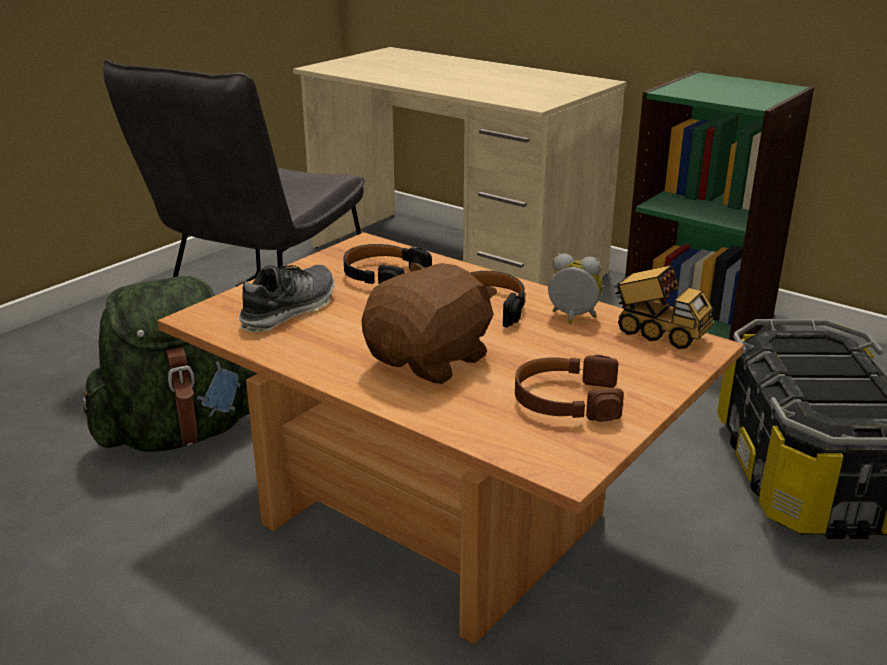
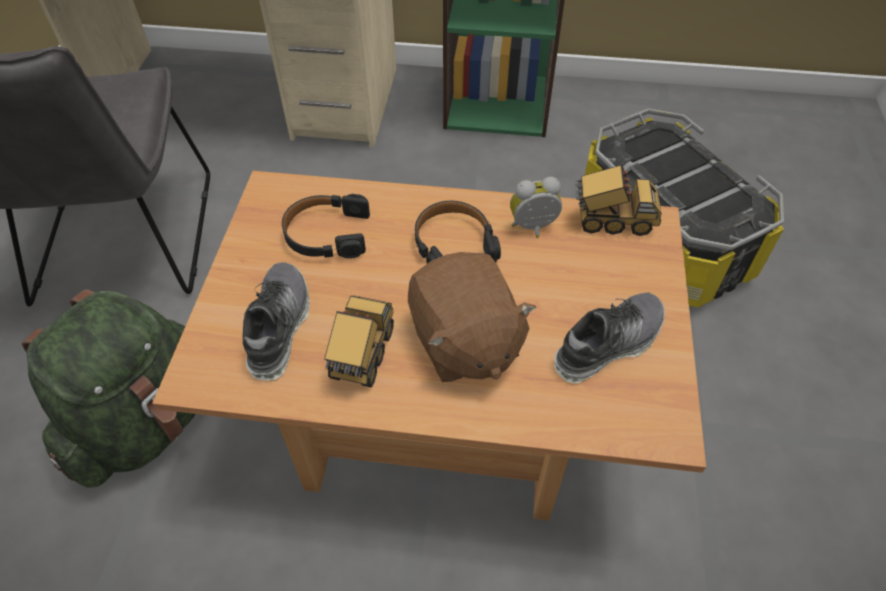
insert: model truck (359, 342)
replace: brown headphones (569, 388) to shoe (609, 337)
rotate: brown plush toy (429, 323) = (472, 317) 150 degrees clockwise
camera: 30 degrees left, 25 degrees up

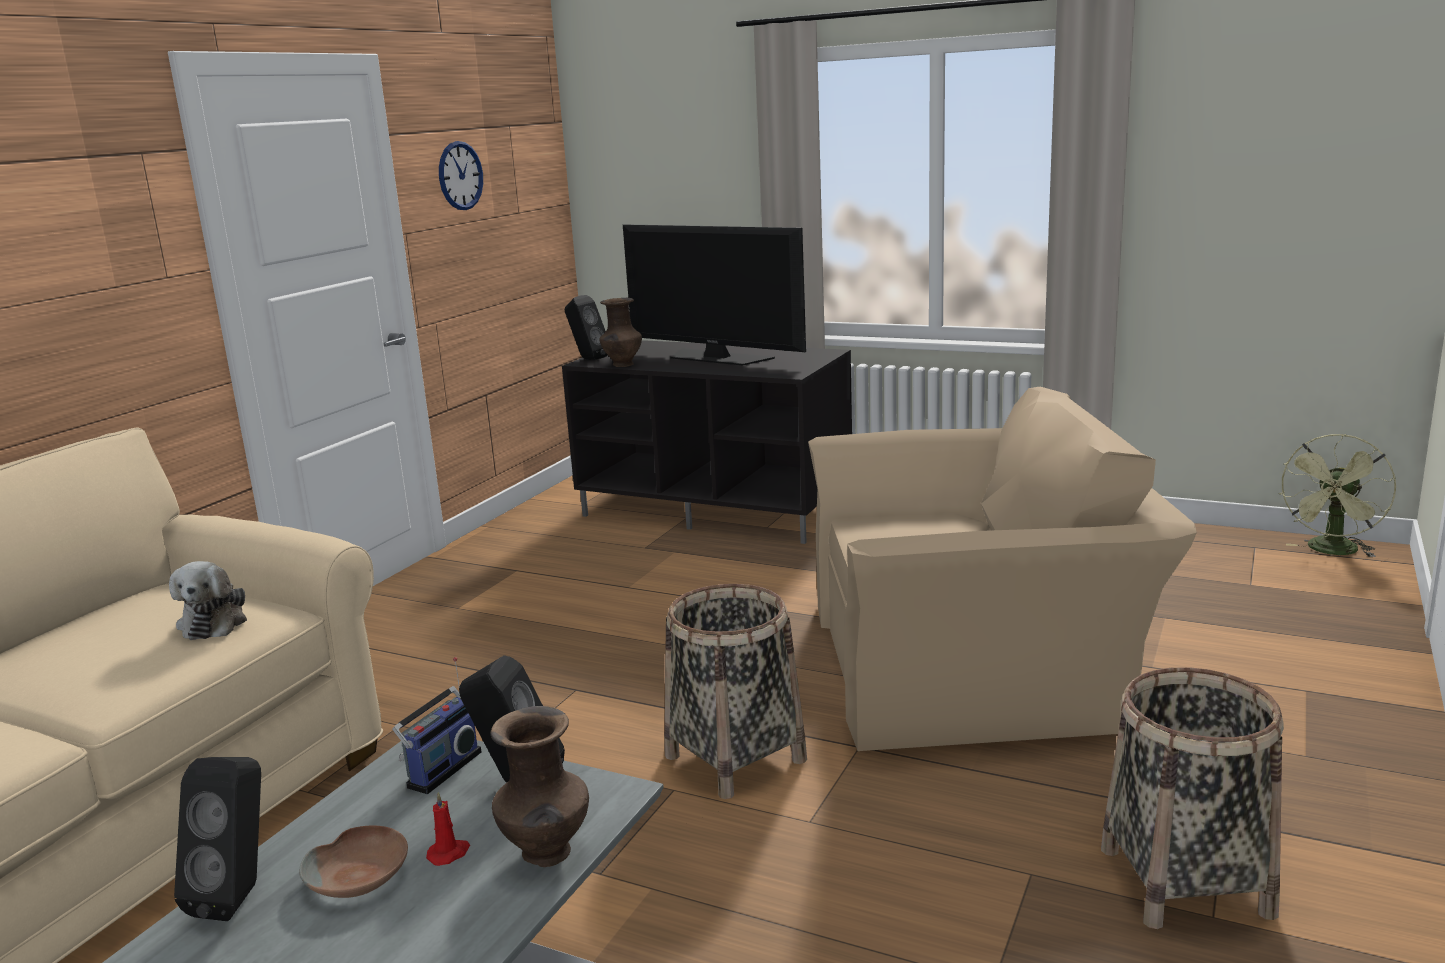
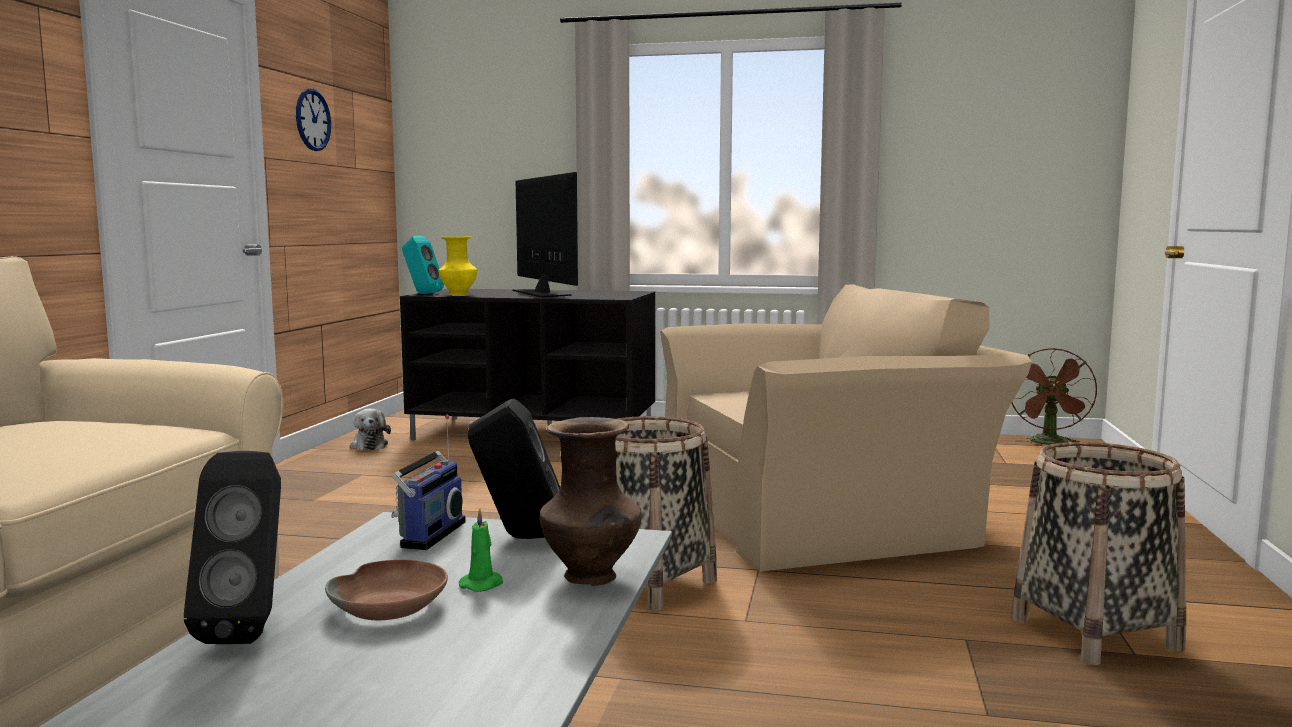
move: plush toy (208, 600) to (370, 430)
recolor: red wax candle (448, 829) to greenish wax candle (481, 550); blackish loudspeaker (586, 327) to turquoise-coloured loudspeaker (423, 265); brown flower vase (620, 332) to yellow-coloured flower vase (457, 266); greenish electric fan (1337, 495) to brown electric fan (1054, 396)
rotate: television (714, 295) = (545, 235) 135 degrees counterclockwise
camera: 15 degrees left, 10 degrees down

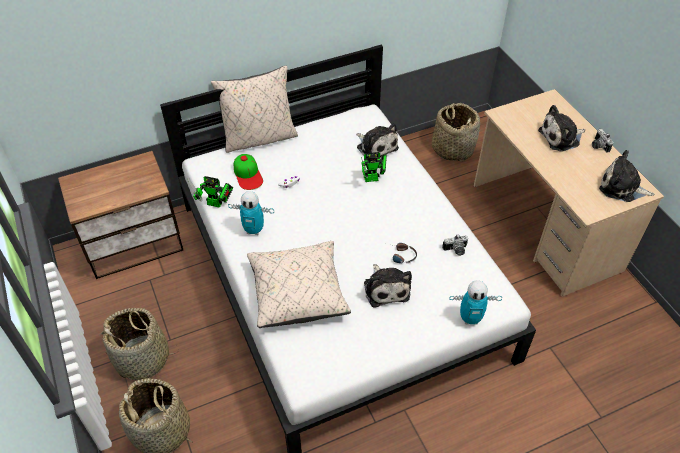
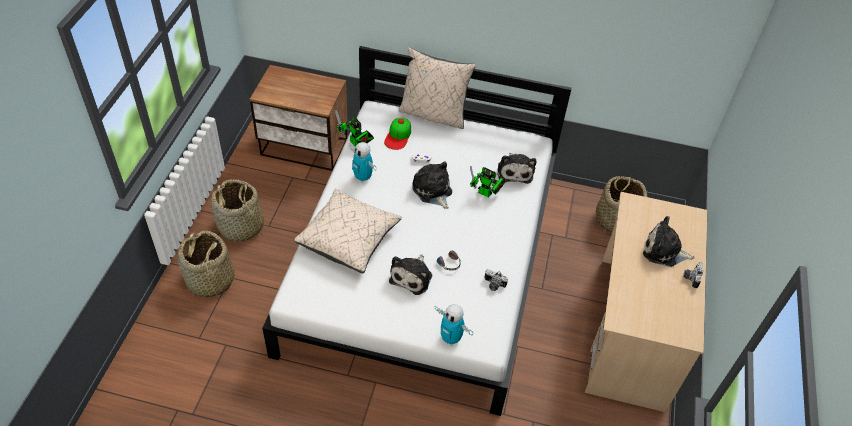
move: plush toy (626, 176) to (432, 185)
camera: 35 degrees right, 0 degrees up

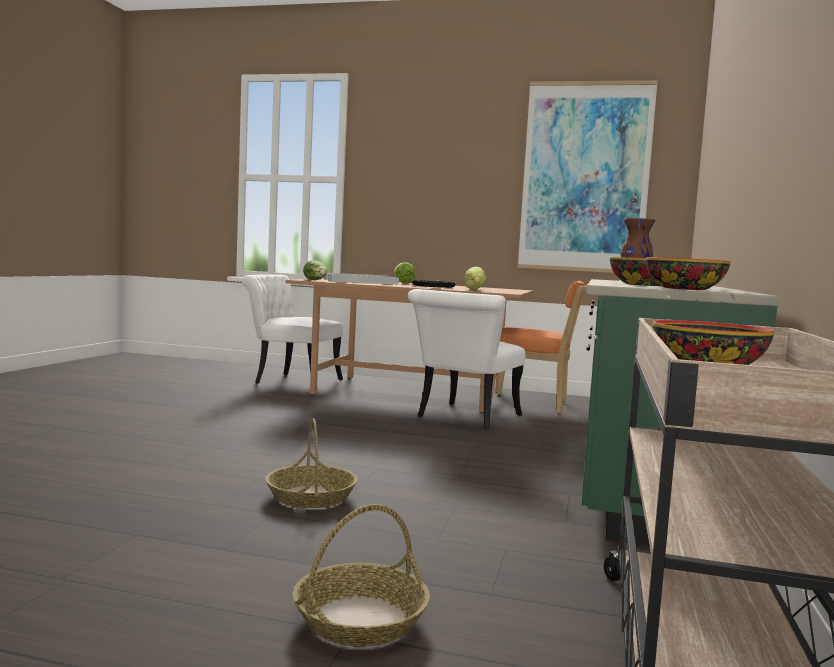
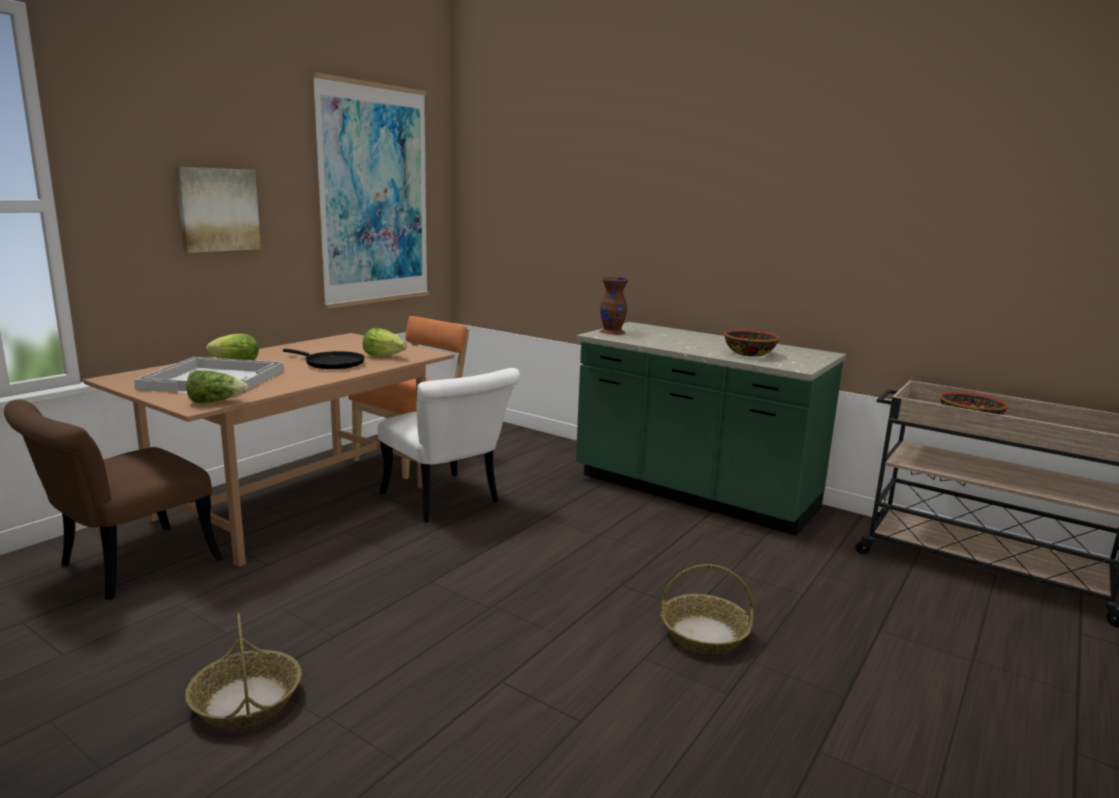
delete: bowl (688, 273)
insert: wall art (218, 210)
move: household basket (361, 575) to (243, 670)
recolor: whitish upright chair (292, 329) to brown upright chair (113, 500)
camera: 70 degrees left, 10 degrees up

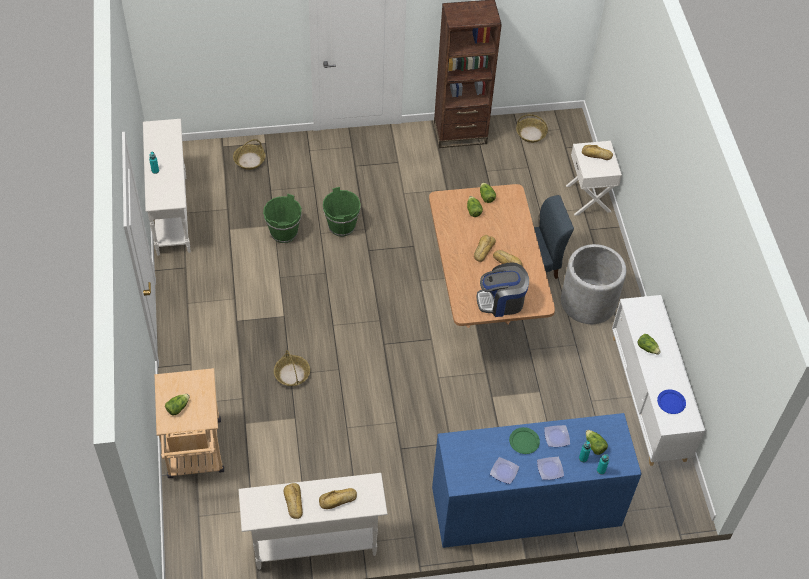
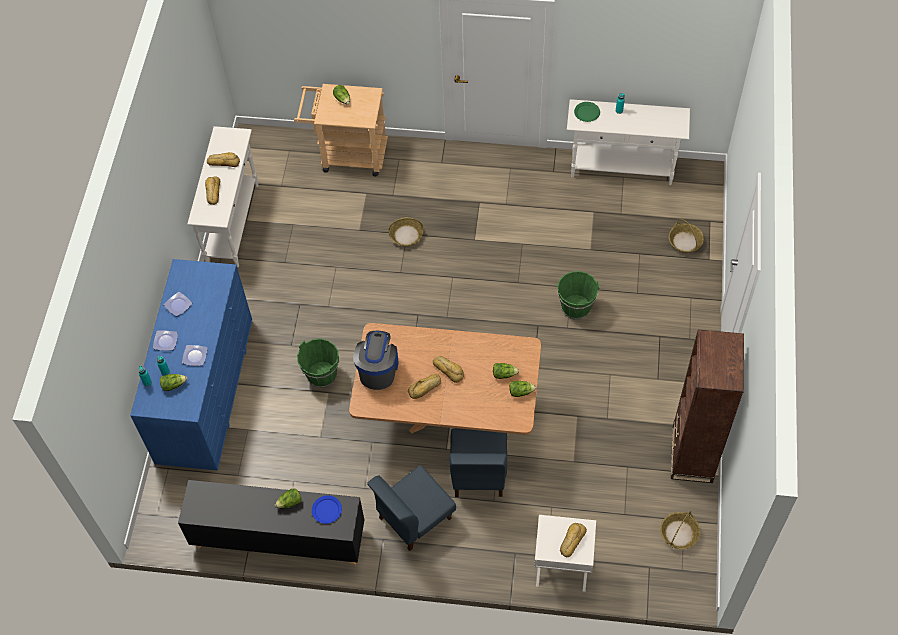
move: greenish water bucket (282, 218) to (318, 363); greenish dinner plate (524, 440) to (587, 112); bluish dinner plate (671, 401) to (327, 510)
replace: grey flower pot (593, 284) to bluish upright chair (411, 508)
recolor: whitish cupboard (658, 380) to blackish cupboard (271, 522)
camera: 110 degrees right, 5 degrees up

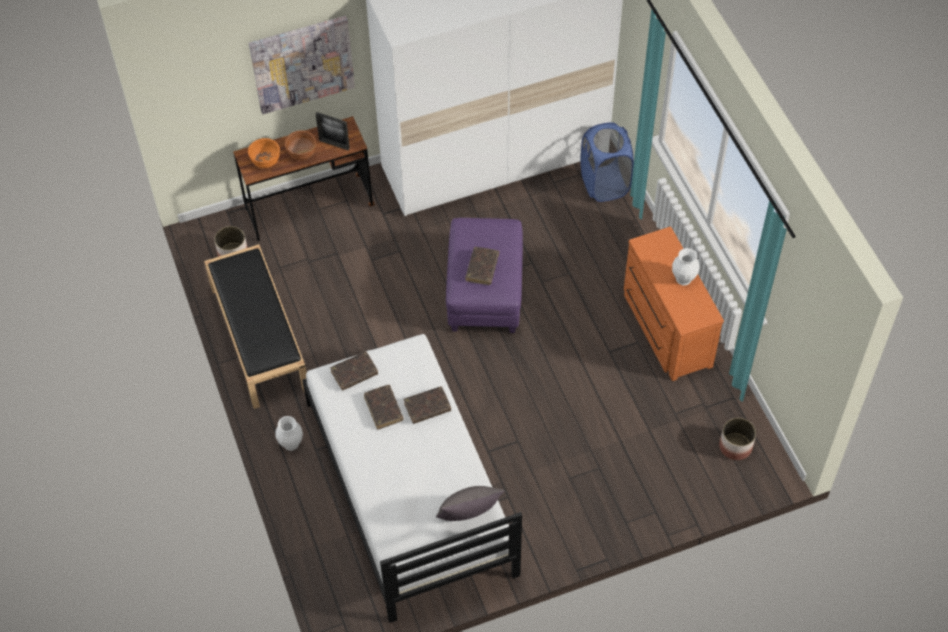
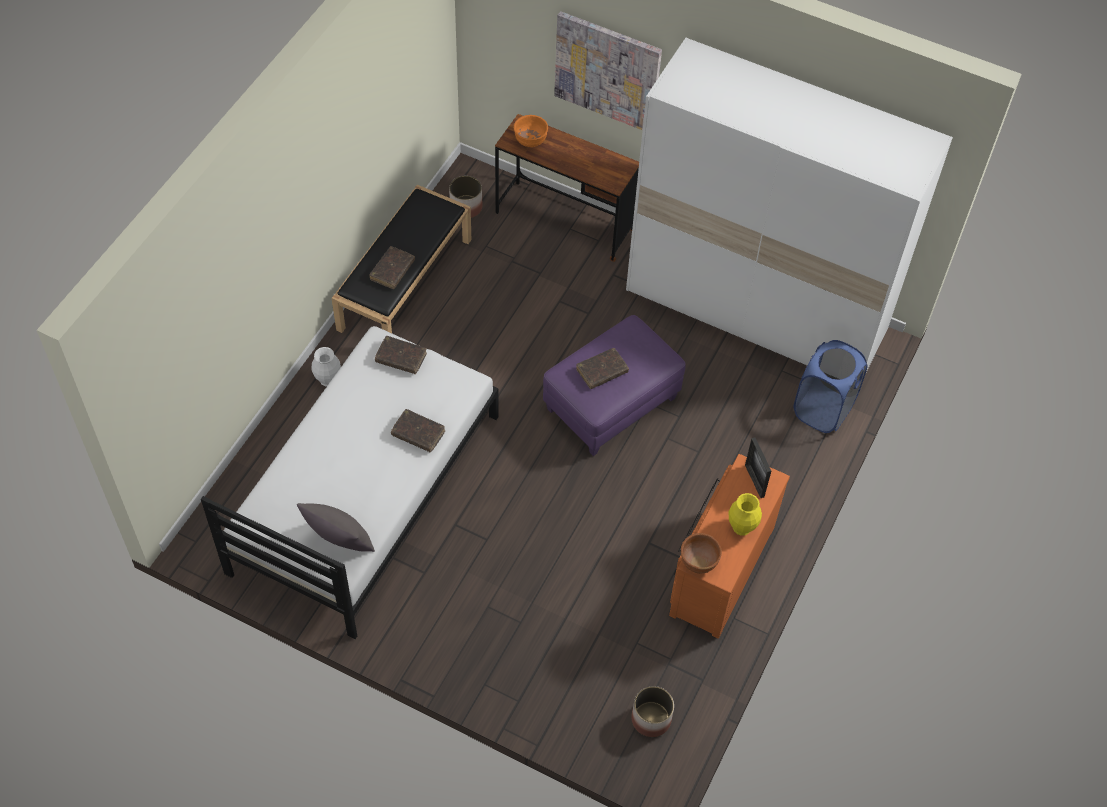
move: brown bowl (300, 145) to (701, 553); picture frame (333, 131) to (758, 468); brown volume (384, 407) to (392, 267)
recolor: whitish flower vase (686, 266) to yellow-coloured flower vase (745, 514)
camera: 45 degrees right, 0 degrees up

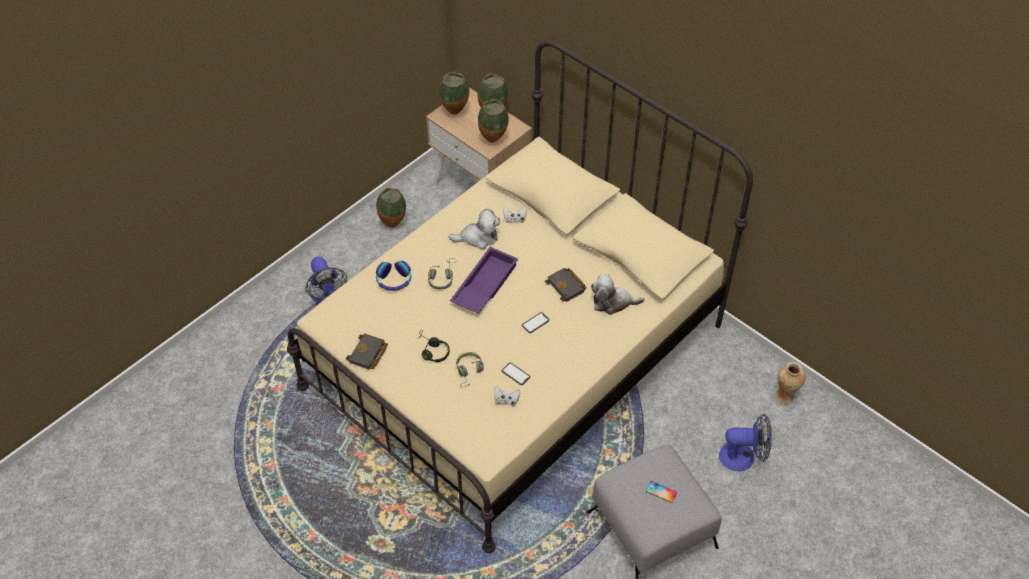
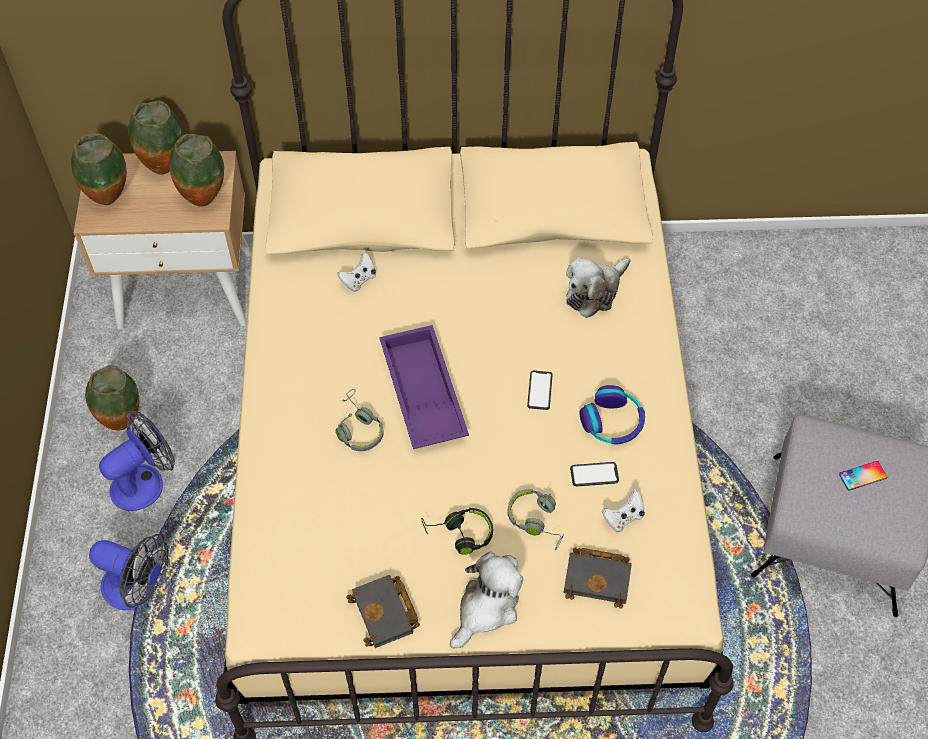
delete: flower vase (790, 383)
move: headphones (393, 276) to (612, 414); plush toy (474, 229) to (486, 600); blackish volume (566, 285) to (597, 578); electric fan (745, 442) to (137, 461)
camera: 45 degrees left, 5 degrees up

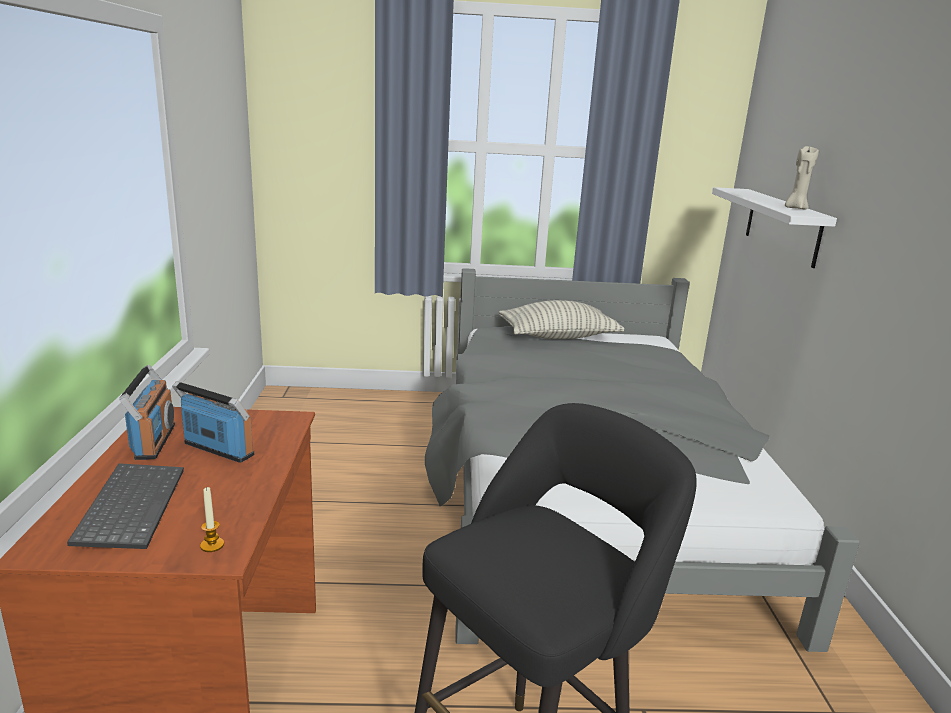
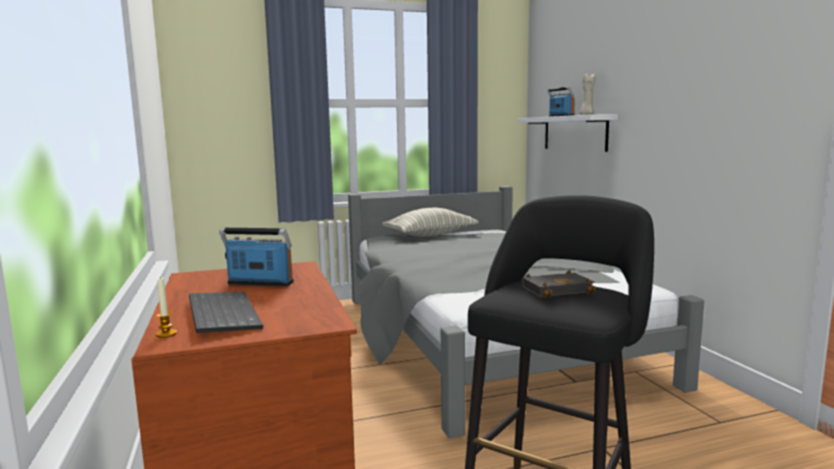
insert: blackish volume (558, 284)
move: radio (147, 412) to (561, 102); wax candle (212, 519) to (166, 307)
camera: 15 degrees left, 10 degrees down

